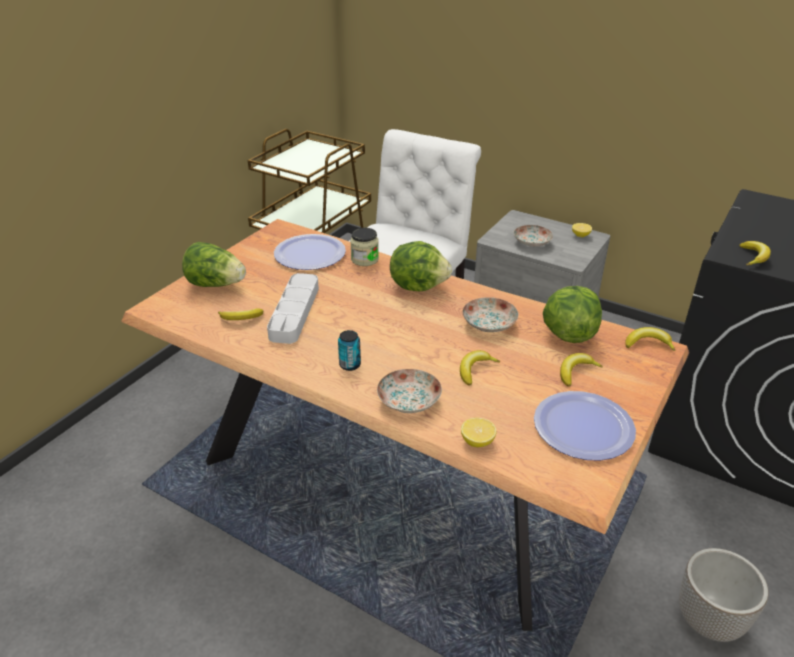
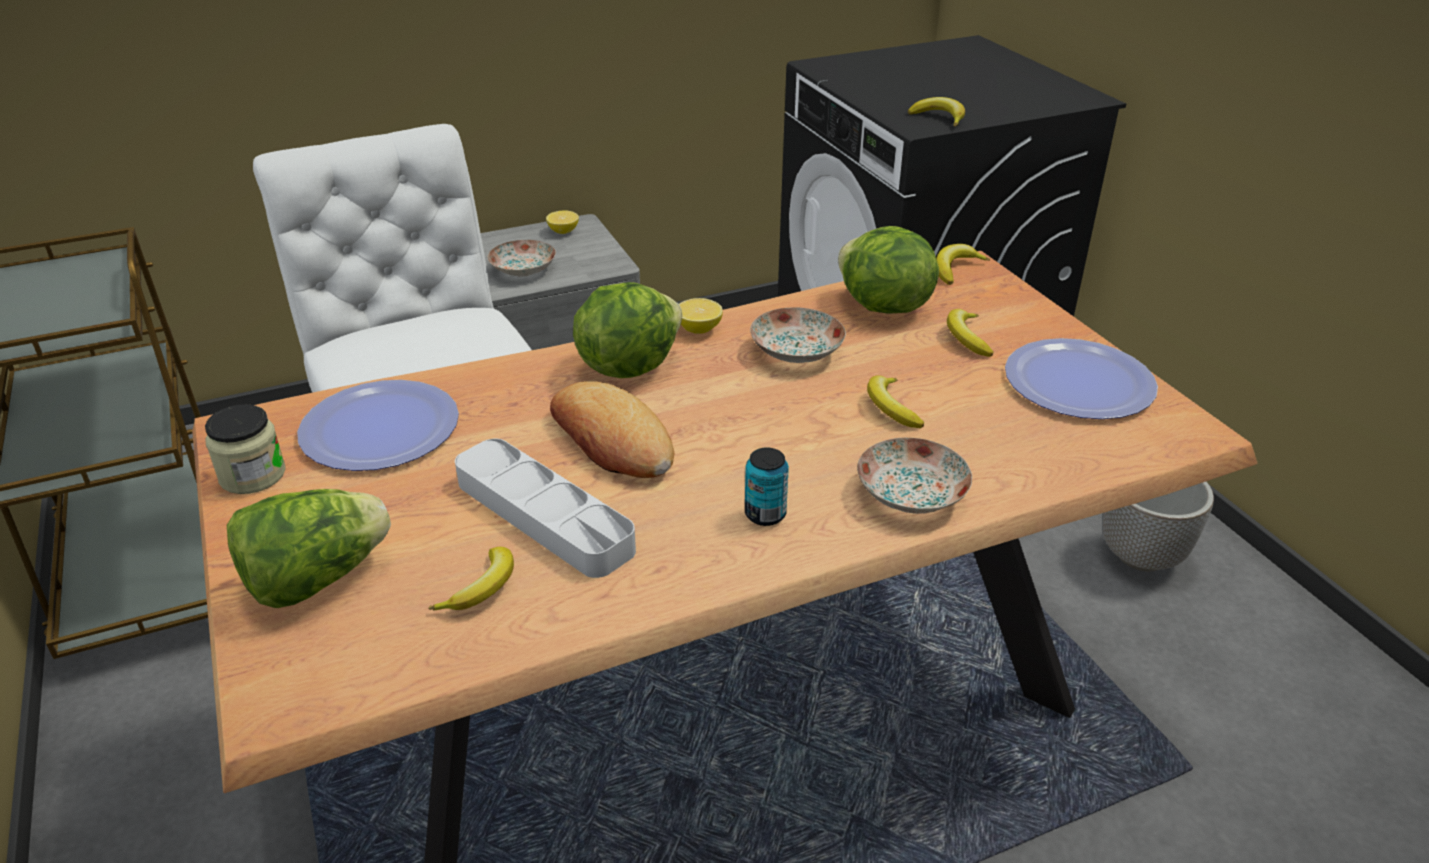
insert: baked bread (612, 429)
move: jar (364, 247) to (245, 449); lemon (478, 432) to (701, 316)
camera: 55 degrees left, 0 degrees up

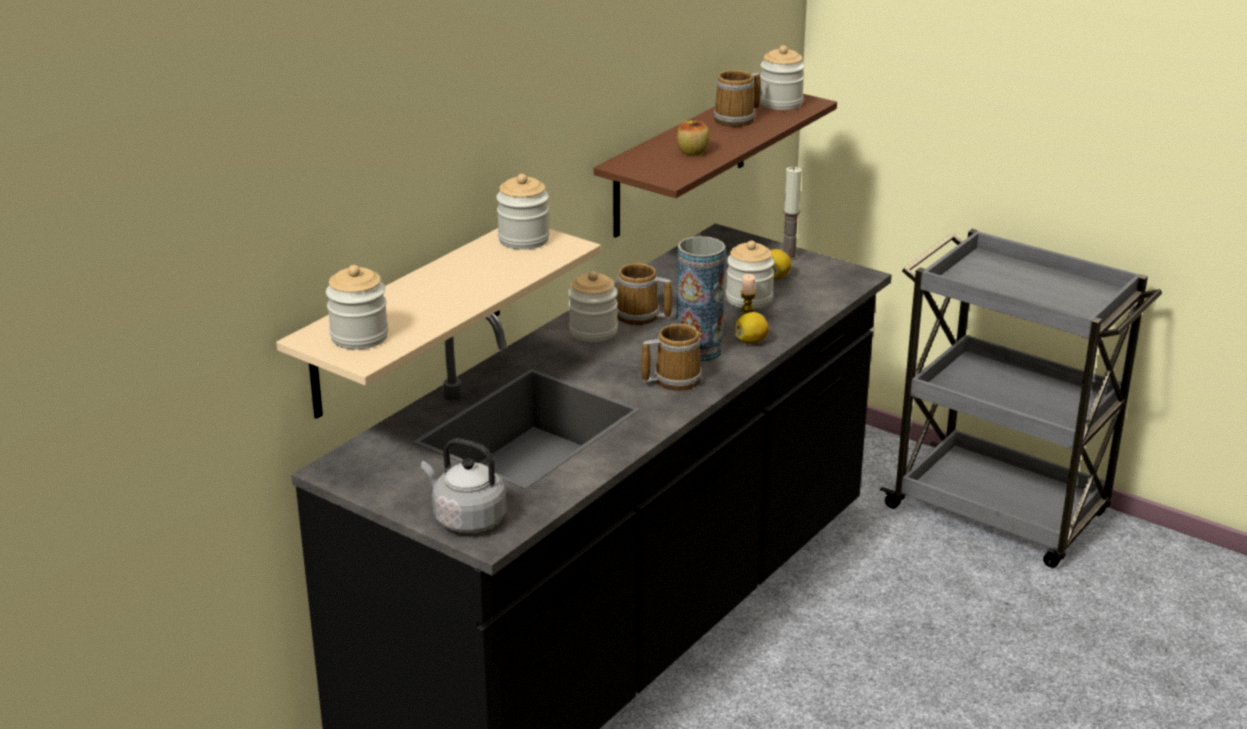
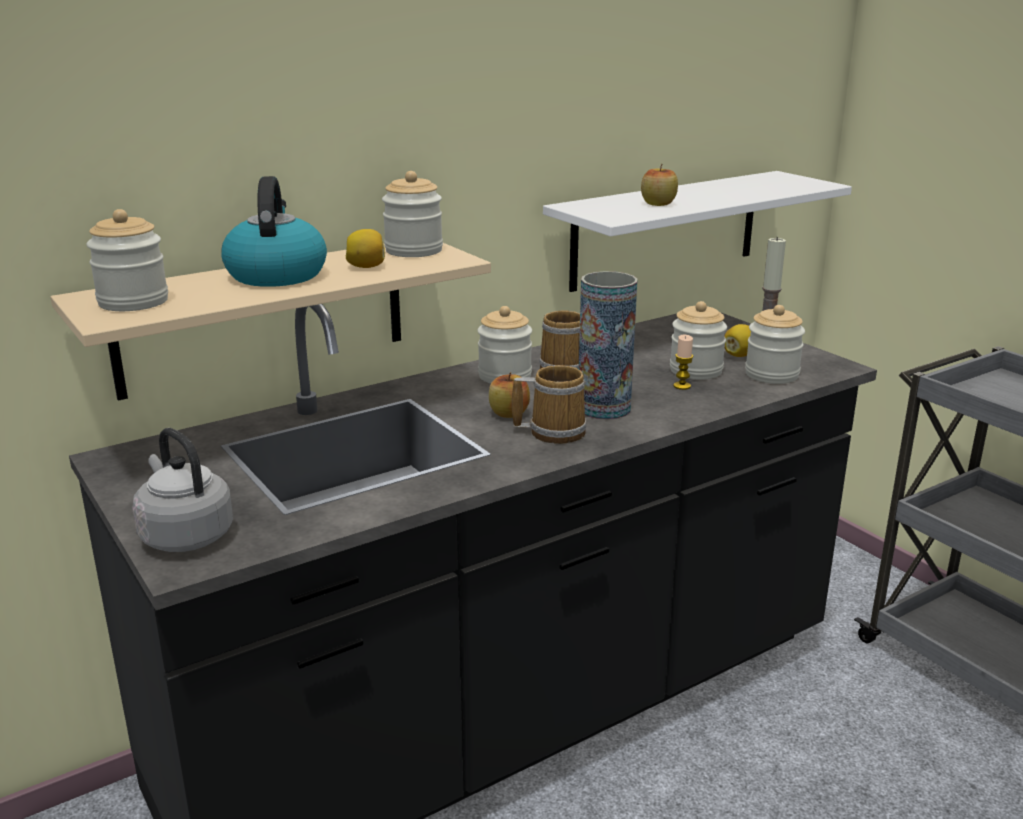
delete: coffee mug (737, 98)
insert: kettle (274, 231); apple (509, 395)
move: lemon (752, 328) to (365, 248); jar (782, 77) to (775, 344)
recolor: brown wall shelf (715, 166) to whitish wall shelf (697, 231)
camera: 20 degrees right, 5 degrees down

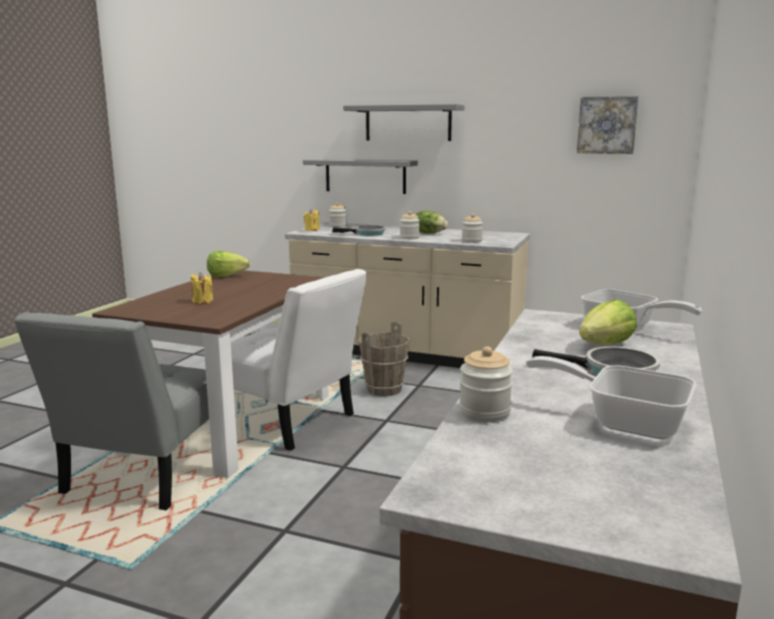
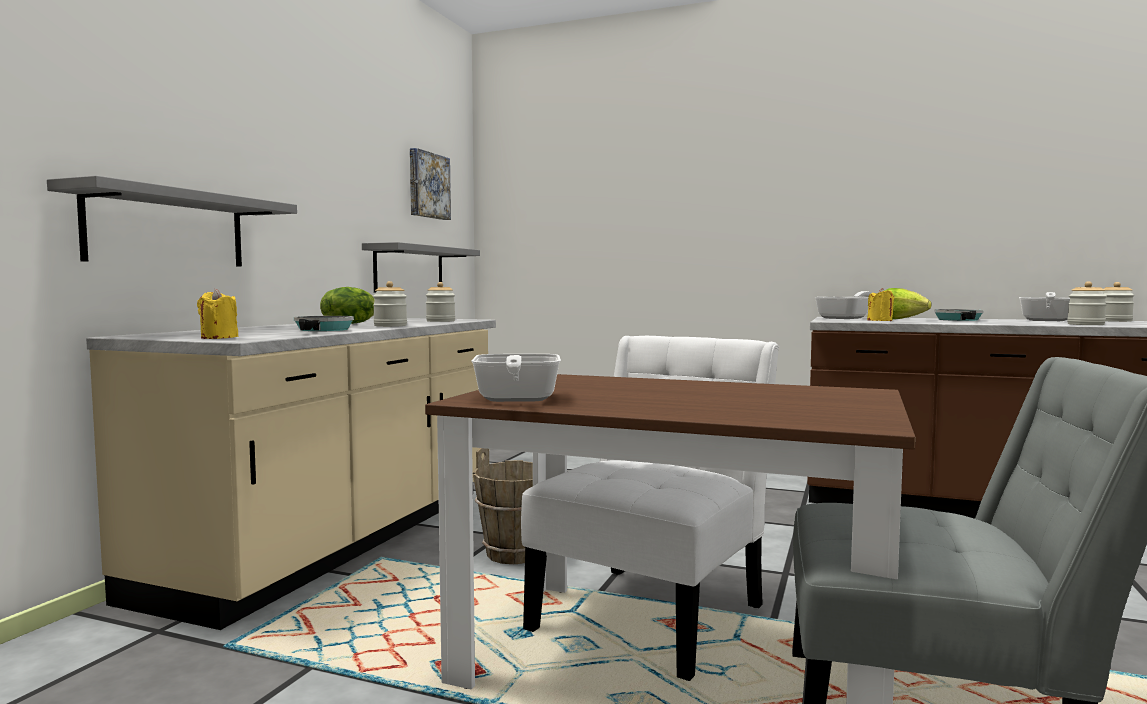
move: yellow-coloured wax candle (202, 288) to (880, 304); jar (338, 215) to (1119, 302); grey wall shelf (404, 122) to (421, 267)
replace: head of lettuce (228, 264) to pan (516, 378)
camera: 90 degrees left, 10 degrees down

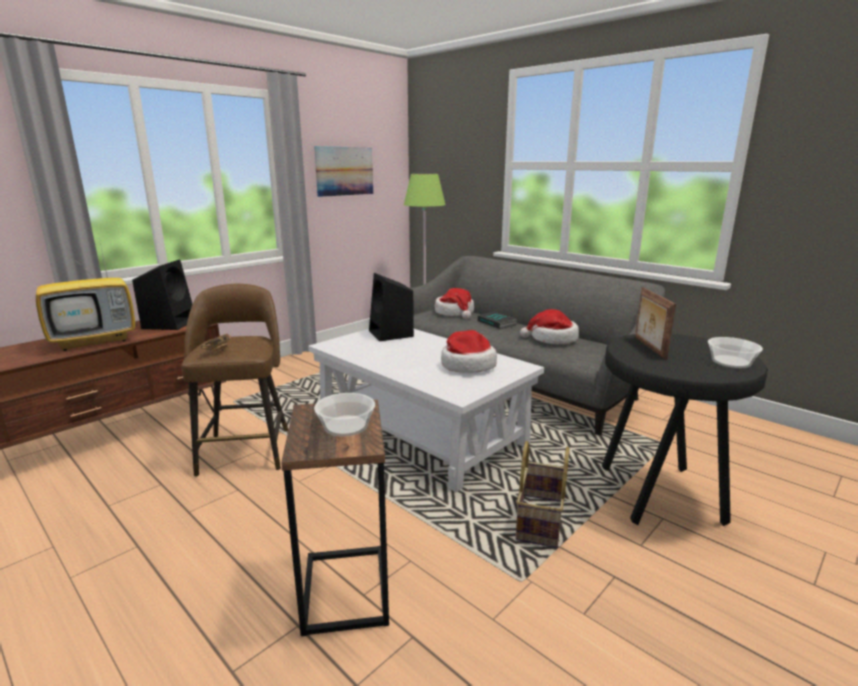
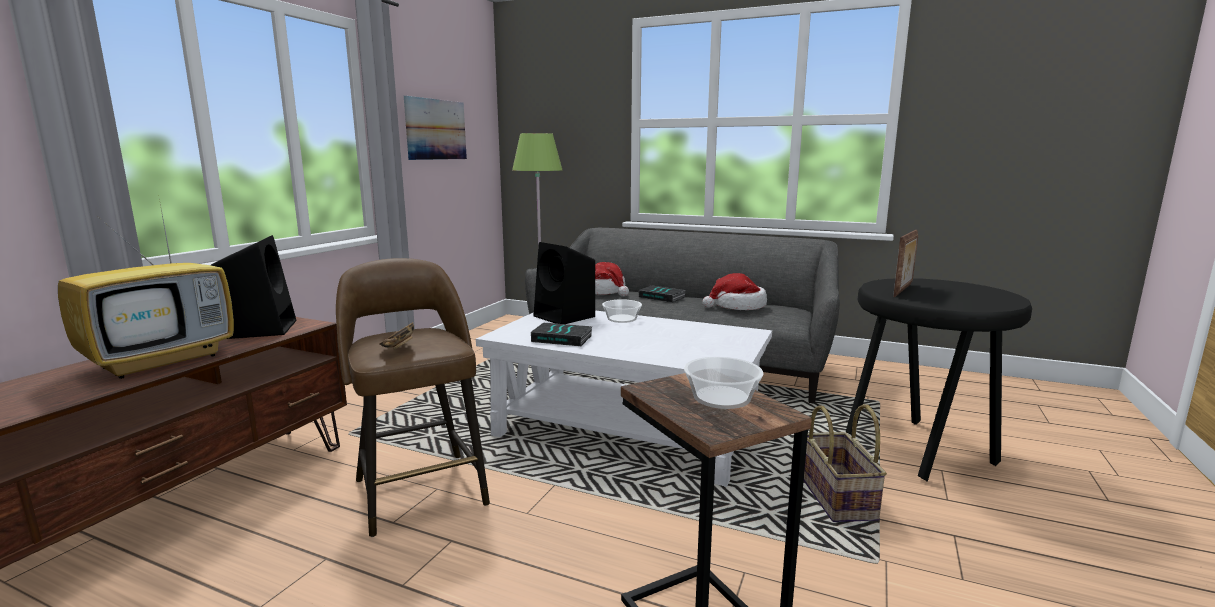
delete: wearable hat (469, 351)
insert: volume (561, 334)
move: bowl (735, 352) to (622, 311)
rotate: picture frame (655, 323) = (905, 263) 120 degrees counterclockwise
camera: 20 degrees left, 5 degrees down

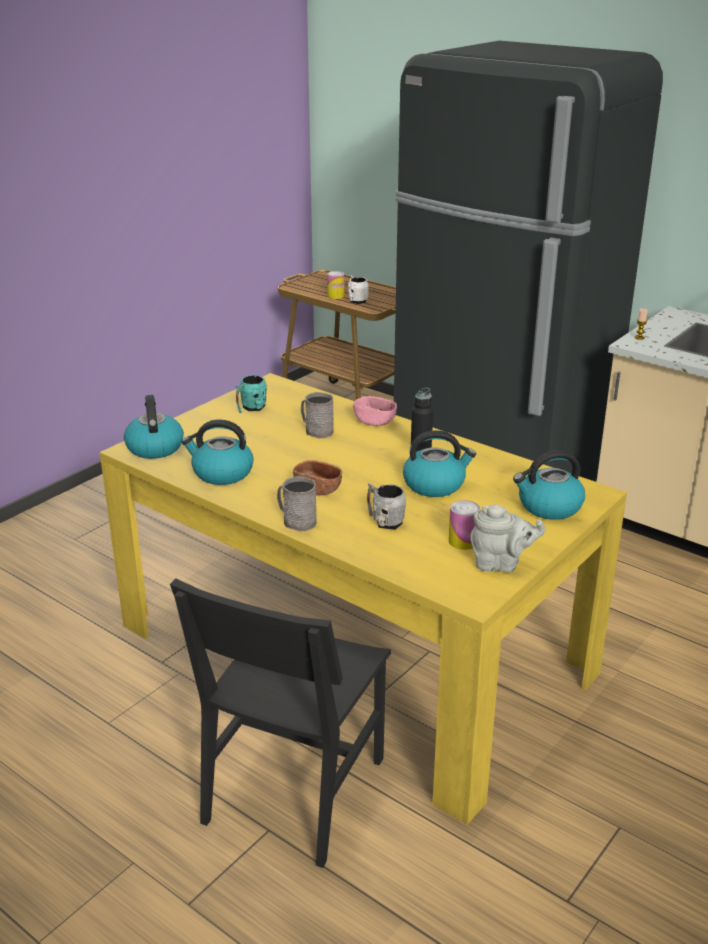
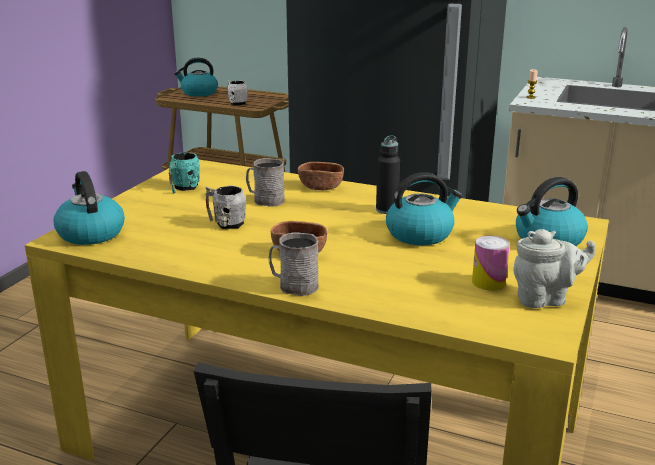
delete: metal can (335, 285)
move: kettle (217, 452) to (196, 77); grey coffee mug (386, 506) to (225, 207)
recolor: pinkish bowl (375, 411) to brown bowl (321, 176)
camera: 15 degrees left, 5 degrees down

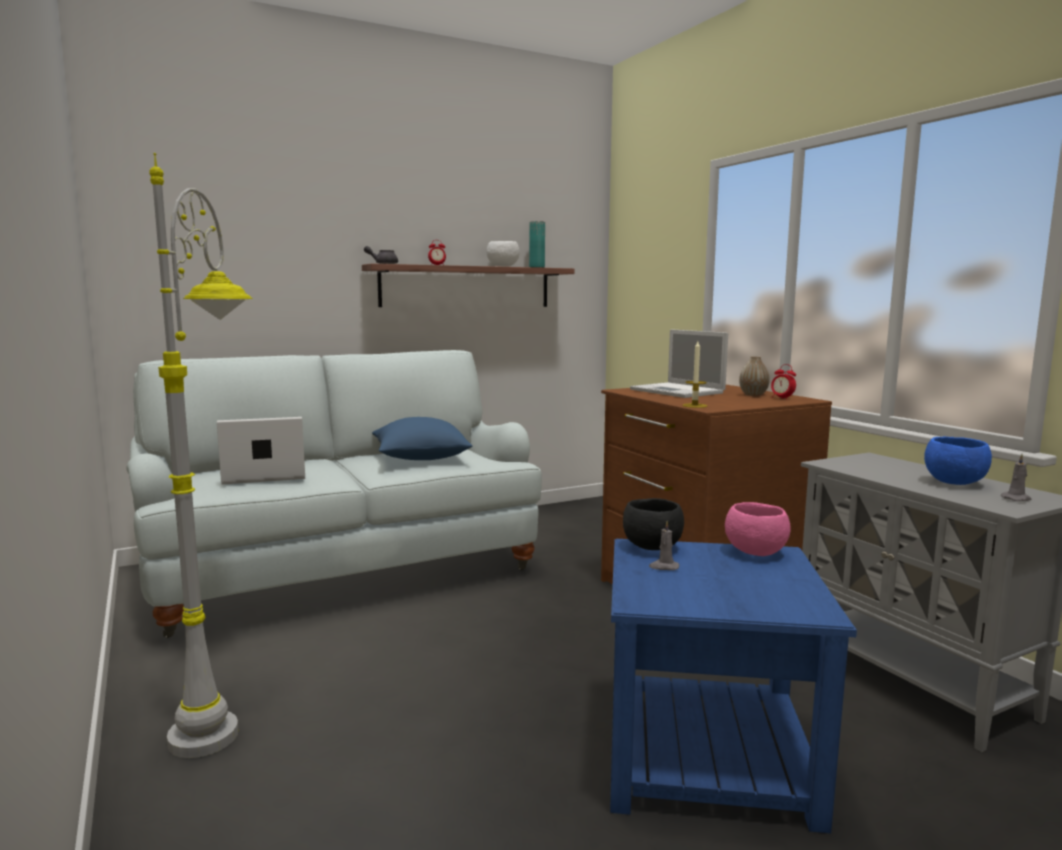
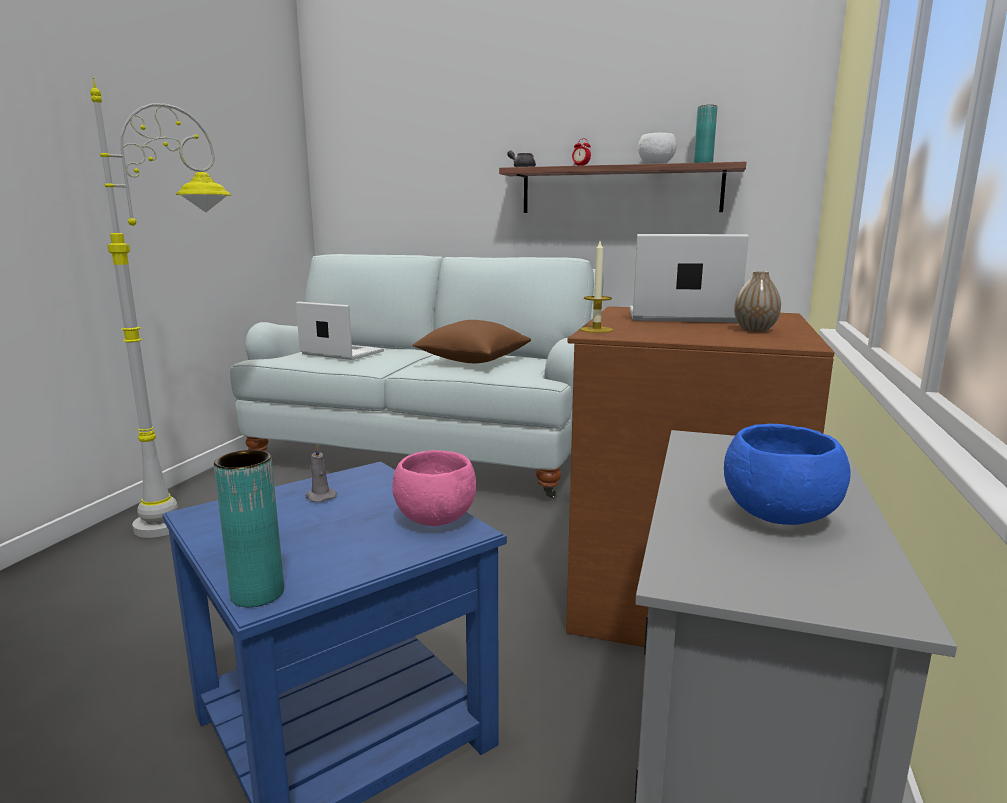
delete: blackish bowl (653, 524); bedside clock (783, 382); grey wax candle (1016, 477)
insert: turquoise-coloured flower vase (249, 528)
recolor: bluish throw pillow (422, 438) to brown throw pillow (471, 341)
rotate: laptop (679, 363) = (689, 278) 90 degrees clockwise
camera: 45 degrees right, 5 degrees up

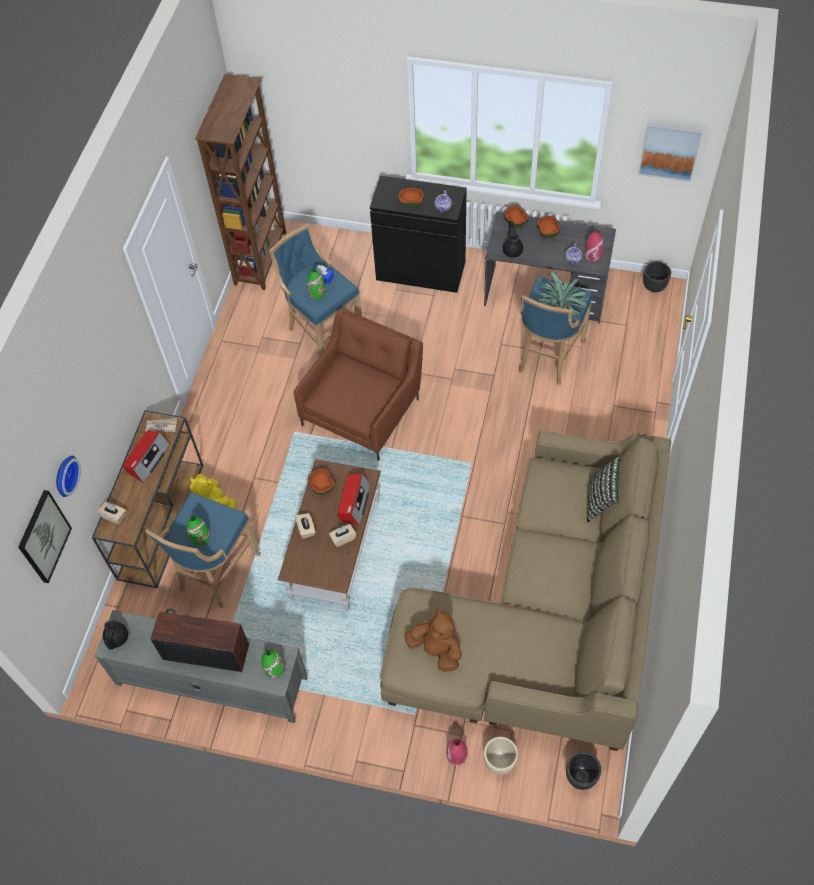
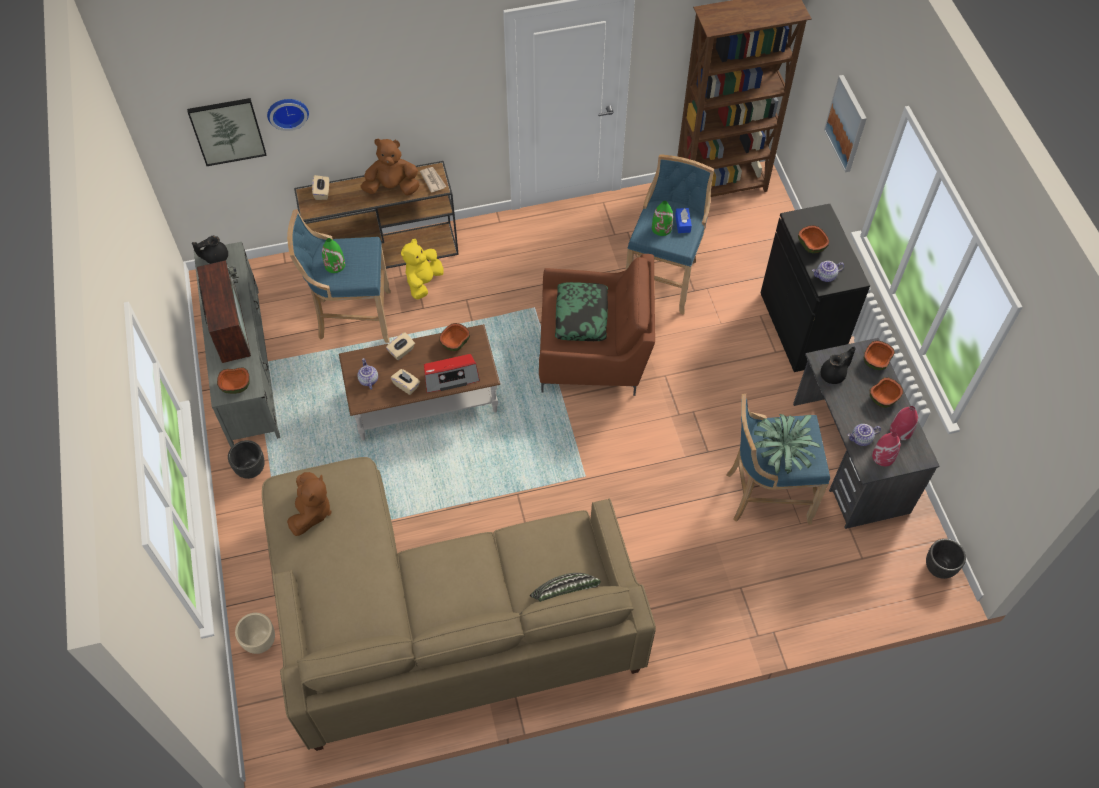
insert: pot for tea (367, 374); throw pillow (581, 311)
move: red flower vase (457, 751) to (904, 423); blackish flower pot (583, 770) to (246, 459); wall art (670, 152) to (845, 123)
replace: radio (146, 457) to brown plush toy (390, 167); greenish flower vase (273, 663) to bowl (233, 381)
camera: 60 degrees right, 0 degrees up

